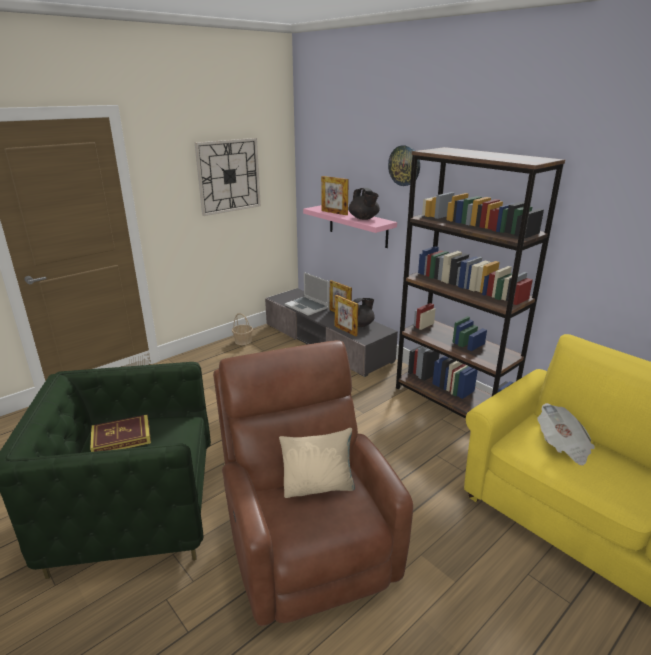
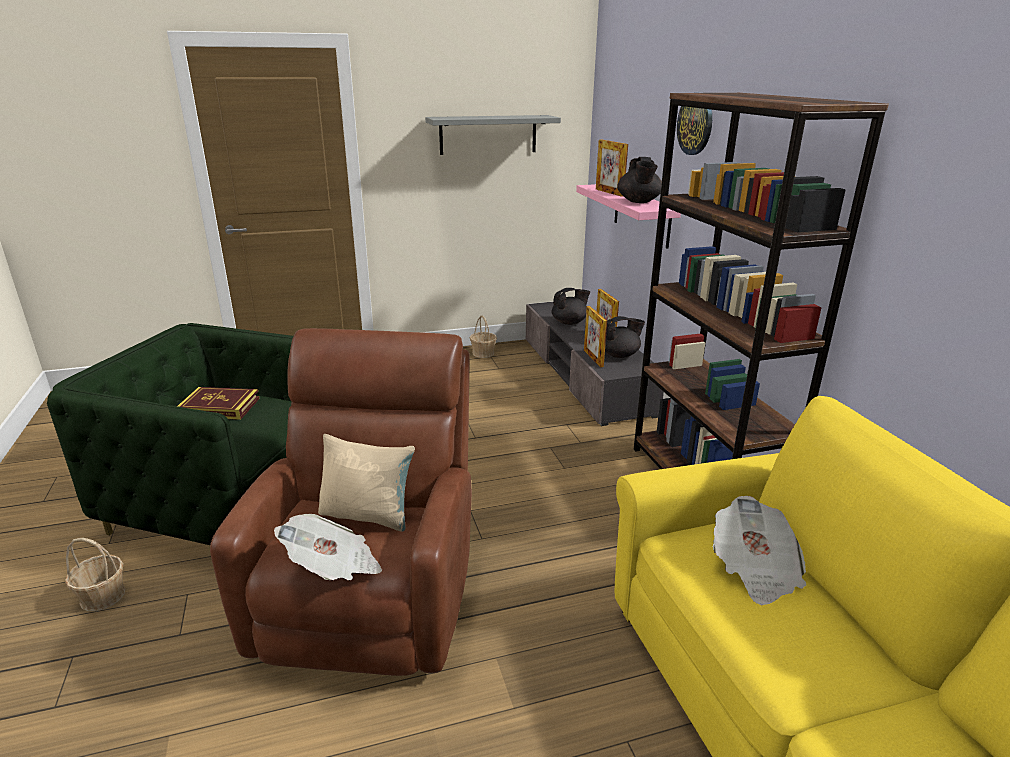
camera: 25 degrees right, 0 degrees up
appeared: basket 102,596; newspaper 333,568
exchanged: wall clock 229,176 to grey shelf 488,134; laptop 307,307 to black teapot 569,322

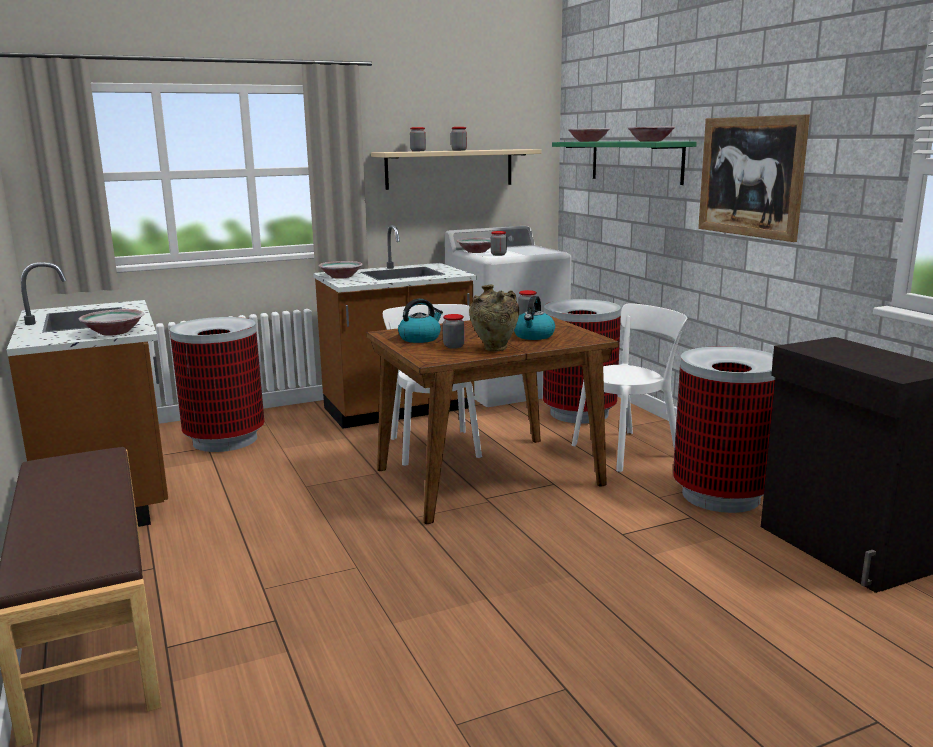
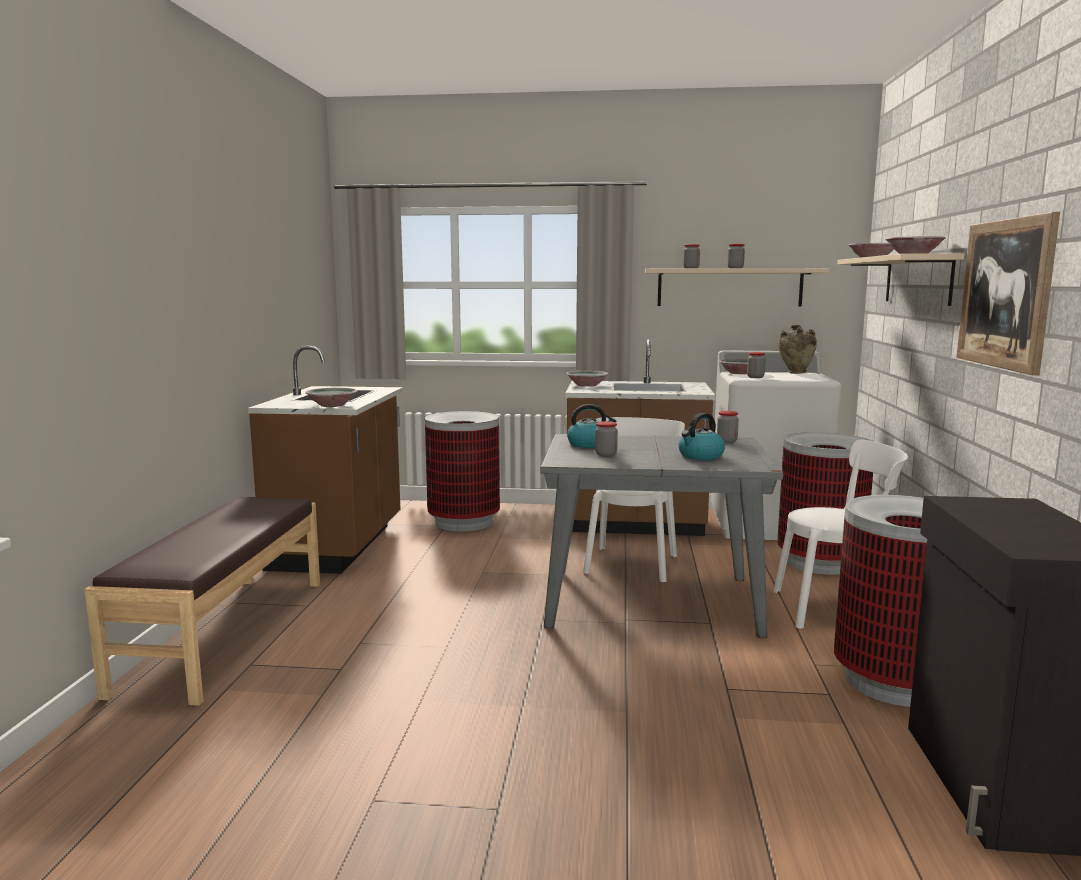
camera: 30 degrees right, 5 degrees down
relocated: beige vase 494,349 to 795,373
colour: brown dining table 490,476 to grey dining table 653,601; green shelf 635,161 to beige shelf 917,280

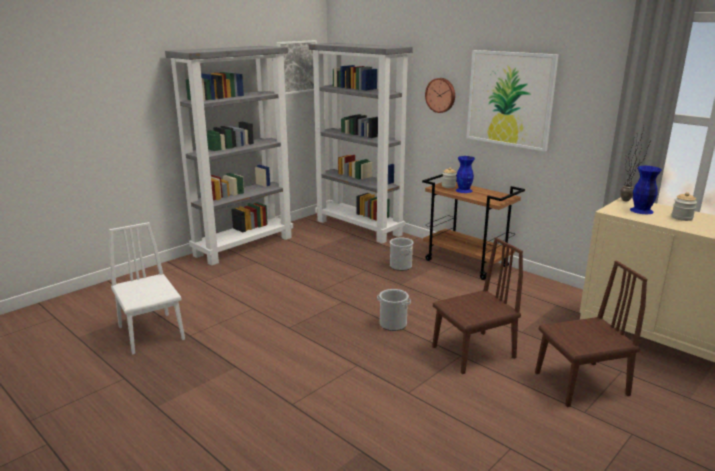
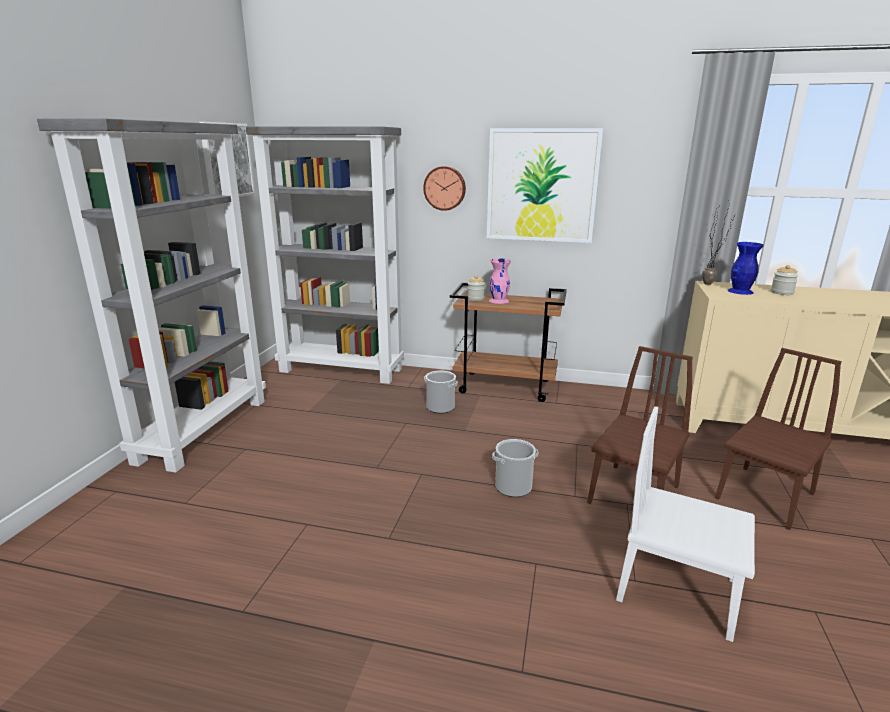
camera: 30 degrees left, 0 degrees up
relocated: white chair 151,333 to 677,590
colour: blue vase 464,190 to pink vase 499,300

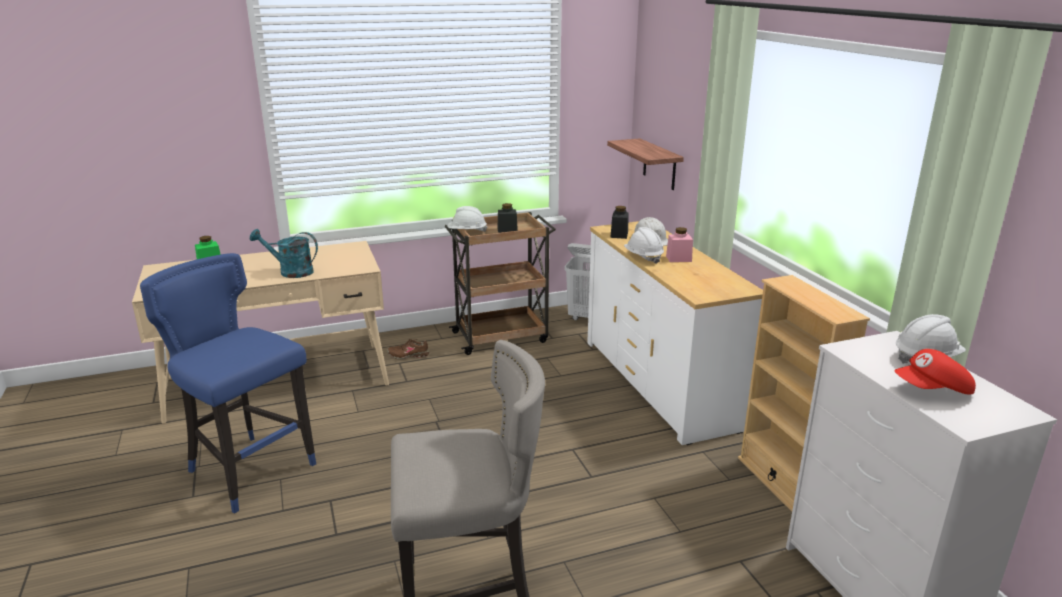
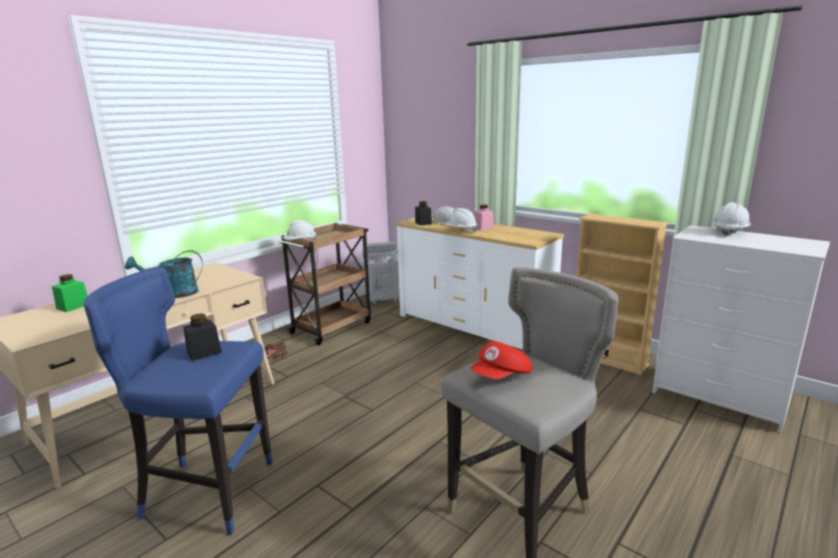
camera: 30 degrees left, 5 degrees down
missing: shelf 659,164
relocated: black jar 507,230 to 204,352; red cap 933,390 to 501,377

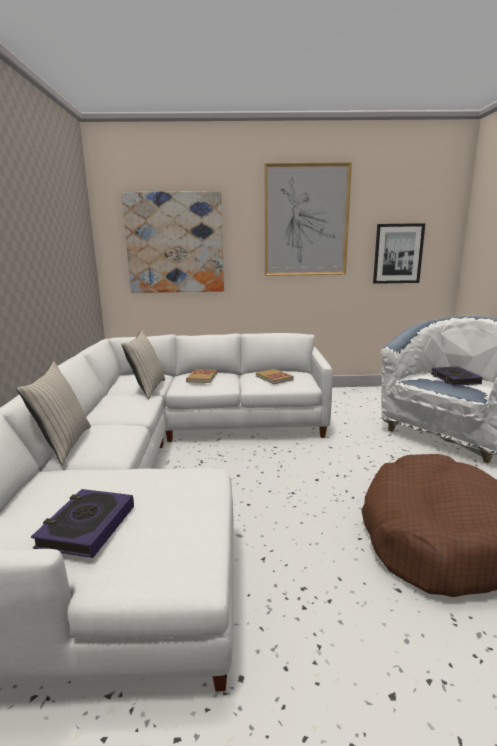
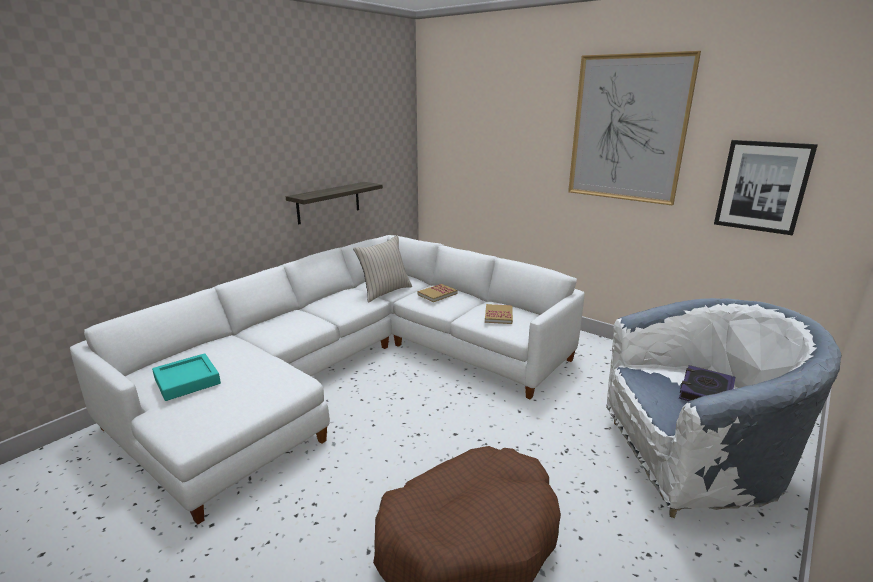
camera: 40 degrees right, 5 degrees up
missing: beige pillow 63,445; picture 175,243
appeared: shelf 328,202
exchanged: book 87,527 to turquoise tray 187,381

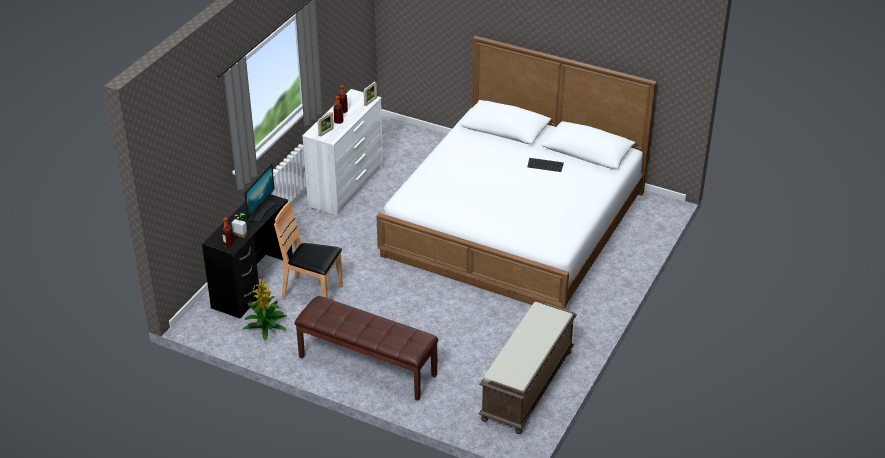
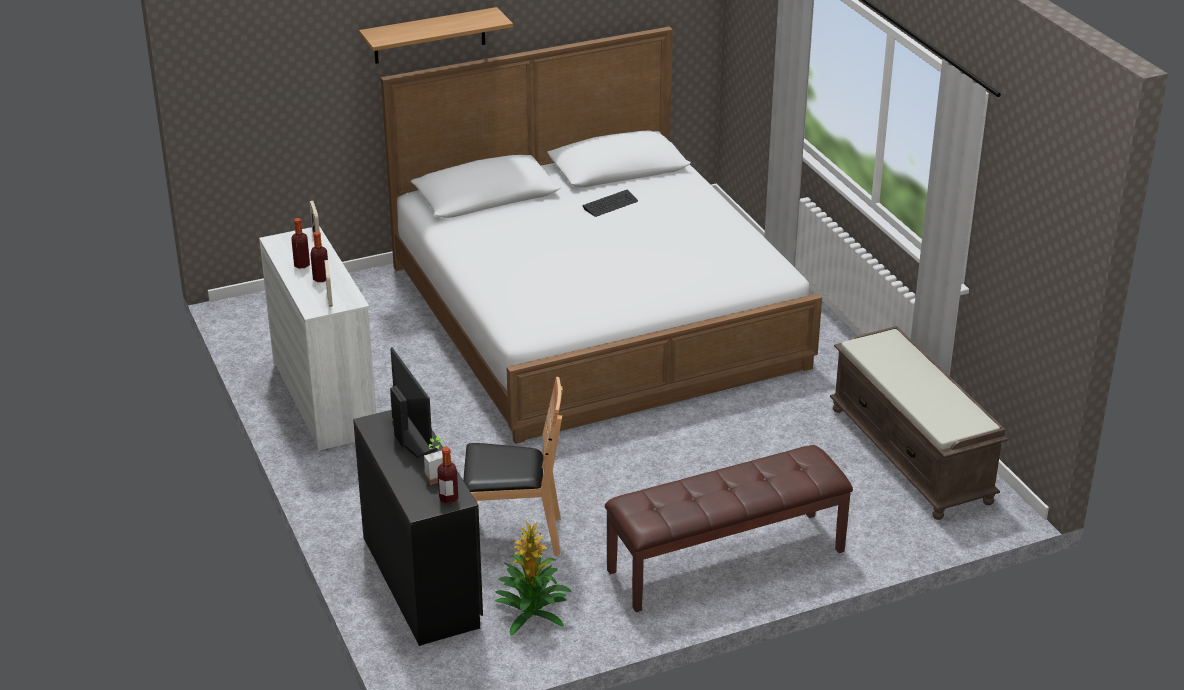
camera: 50 degrees left, 5 degrees down
appeared: shelf 429,36
spun: brown chair 312,293 = 513,536 150 degrees counterclockwise

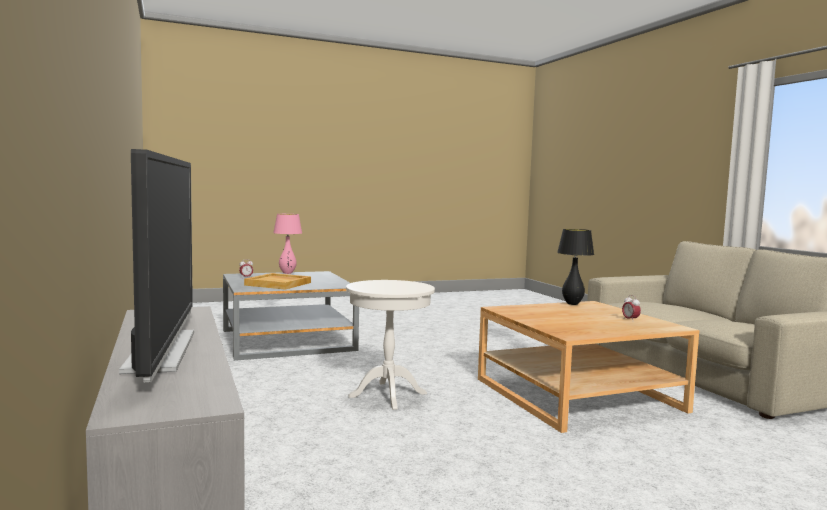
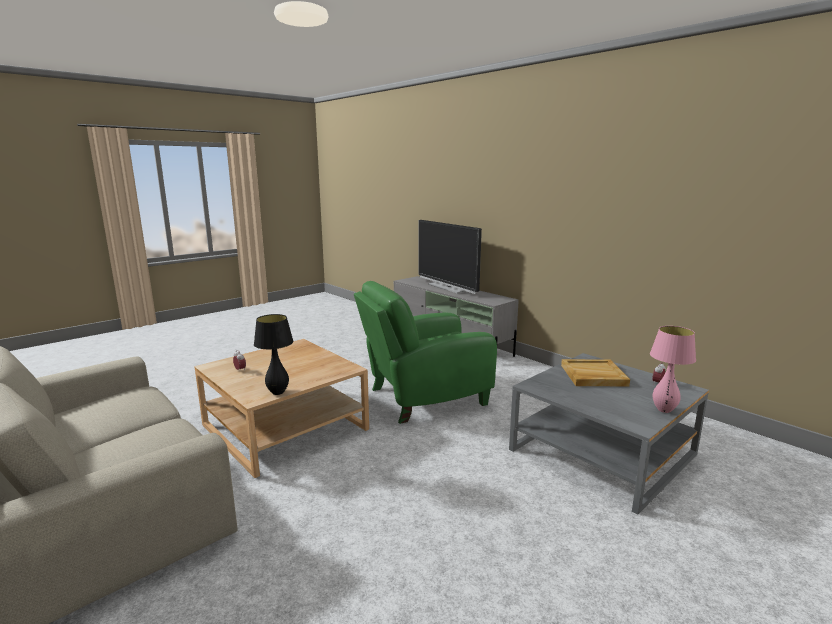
camera: 160 degrees right, 10 degrees up
exchanged: white side table 388,395 to green armchair 423,397

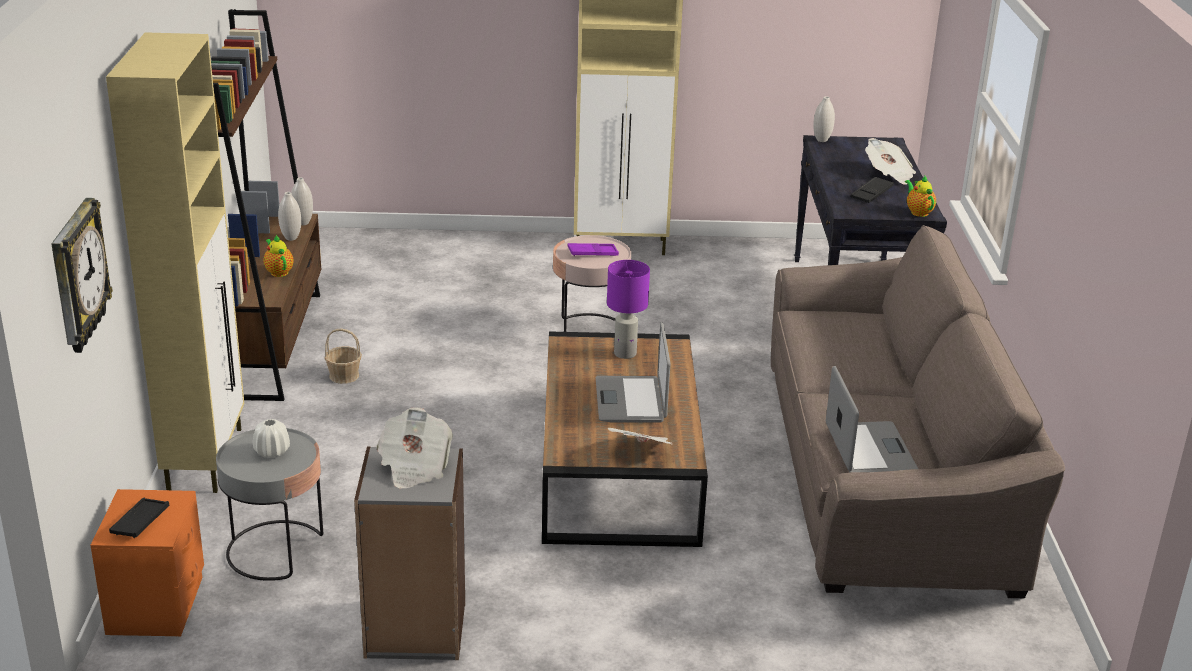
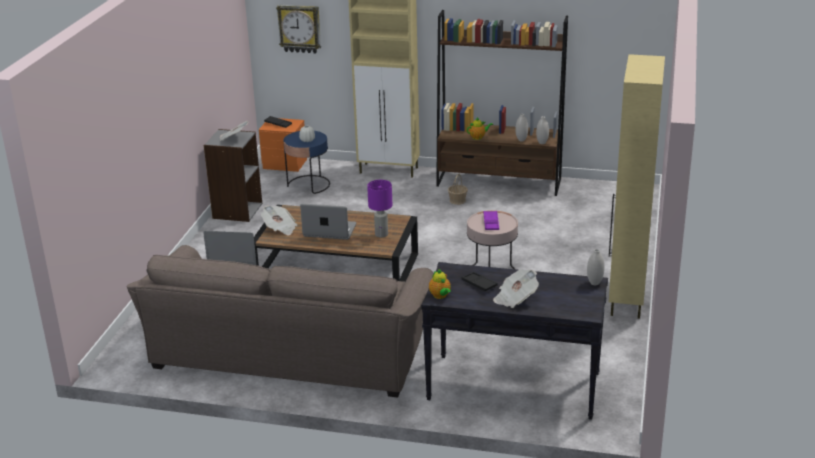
camera: 105 degrees right, 0 degrees up
colour: grey side table 276,550 to blue side table 309,185
spun: teapot 918,212 = 440,296 75 degrees clockwise

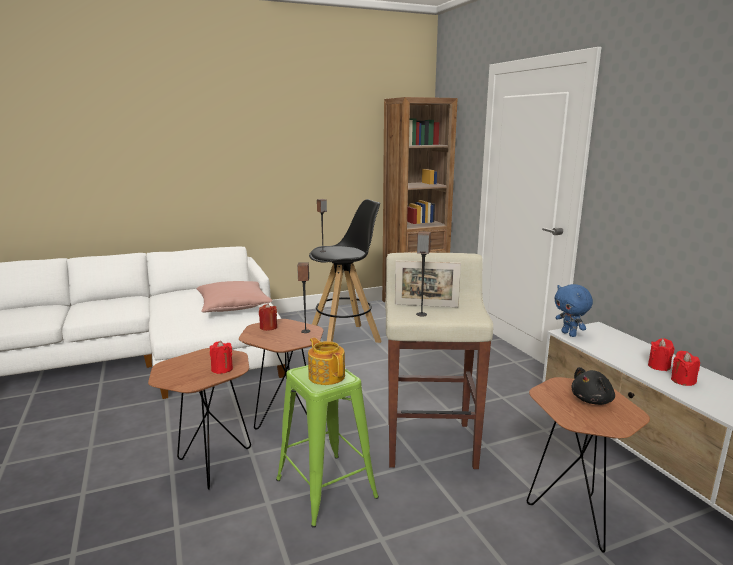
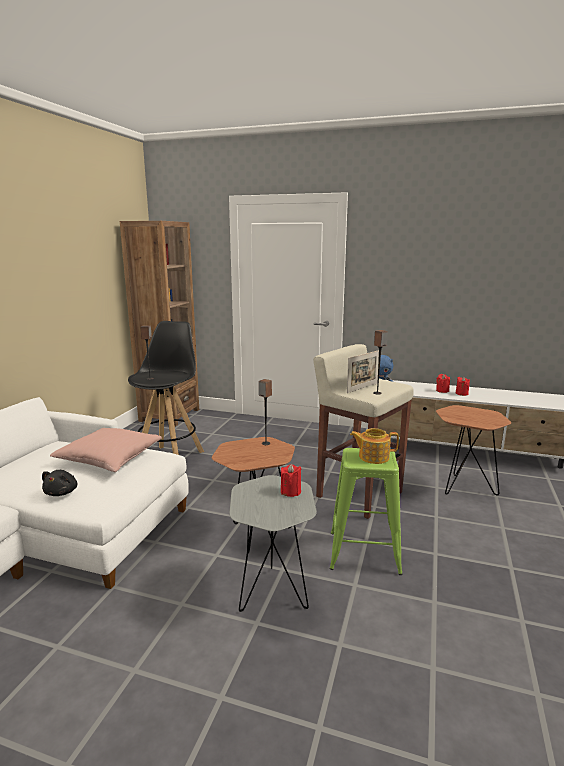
camera: 50 degrees left, 0 degrees up
missing: red candle 268,327
relocated: black plush toy 593,400 to 62,492
colour: brown side table 210,466 to grey side table 272,596

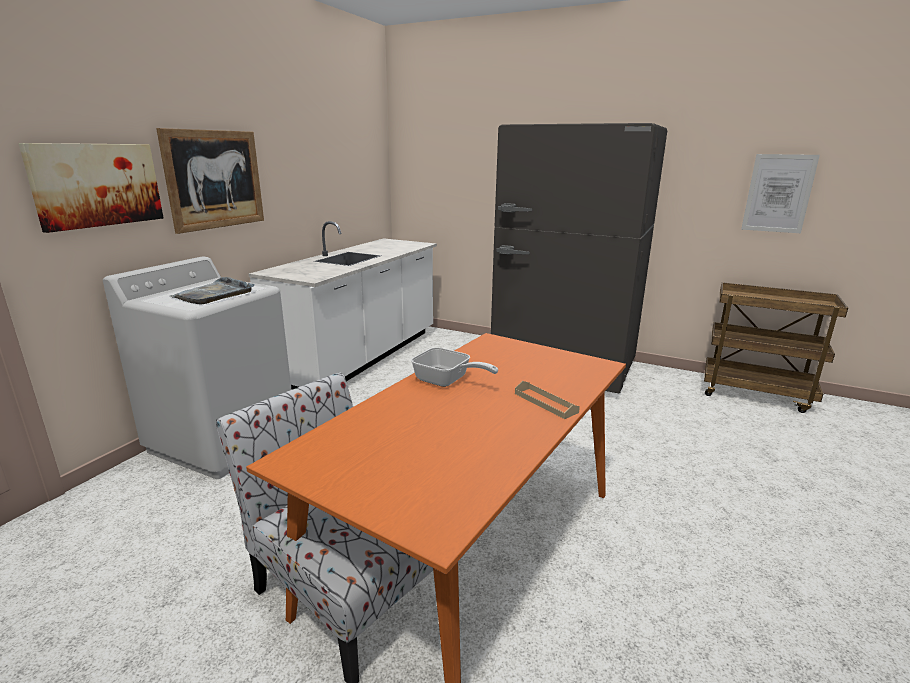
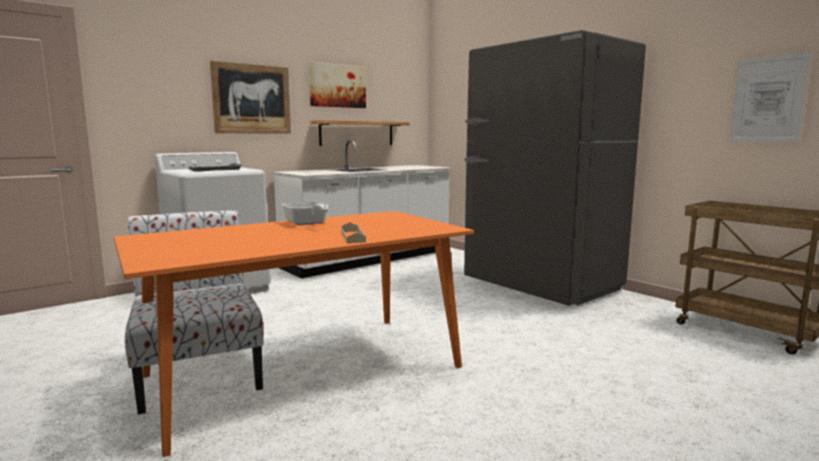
camera: 25 degrees right, 10 degrees down
appeared: shelf 357,133
relocated: picture 97,185 to 337,86

